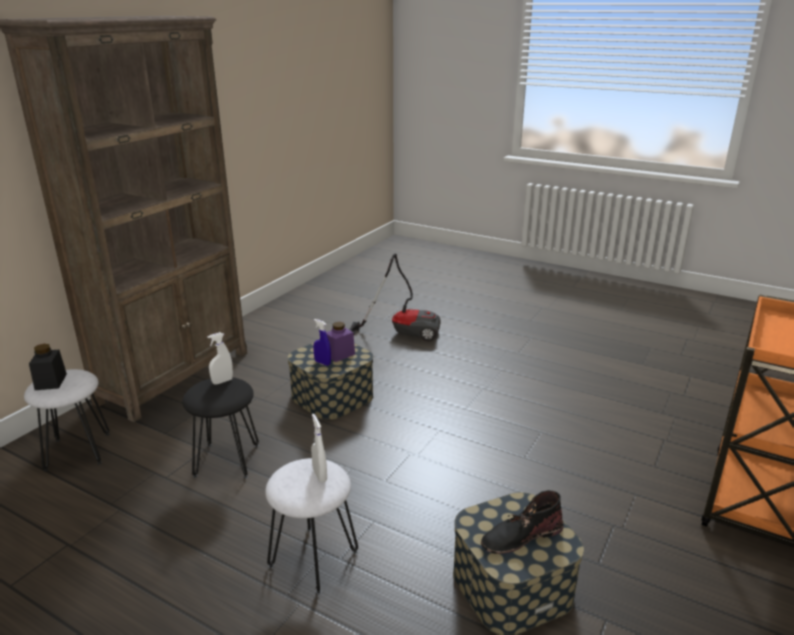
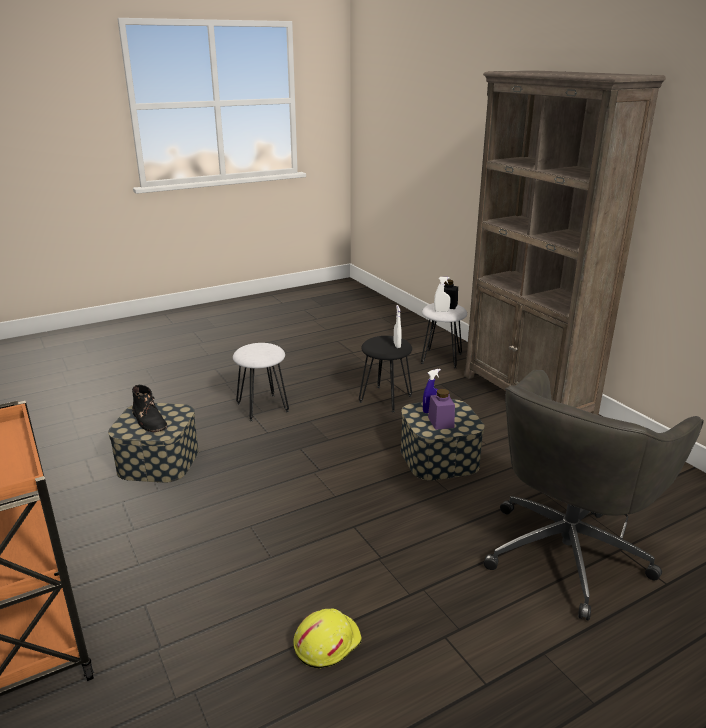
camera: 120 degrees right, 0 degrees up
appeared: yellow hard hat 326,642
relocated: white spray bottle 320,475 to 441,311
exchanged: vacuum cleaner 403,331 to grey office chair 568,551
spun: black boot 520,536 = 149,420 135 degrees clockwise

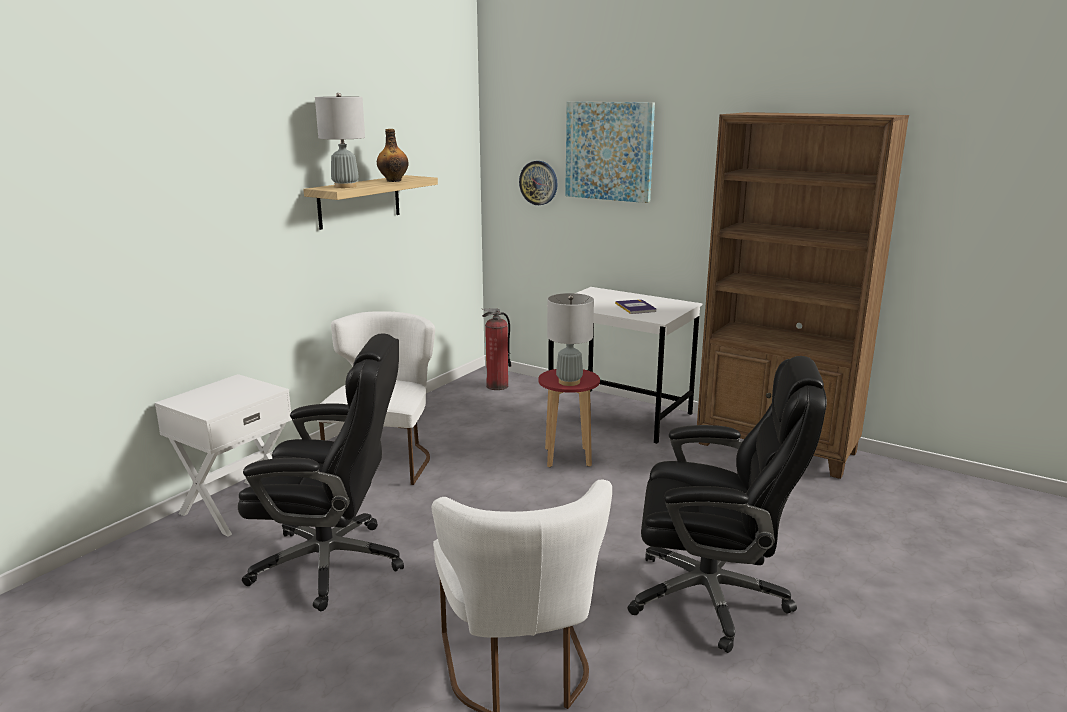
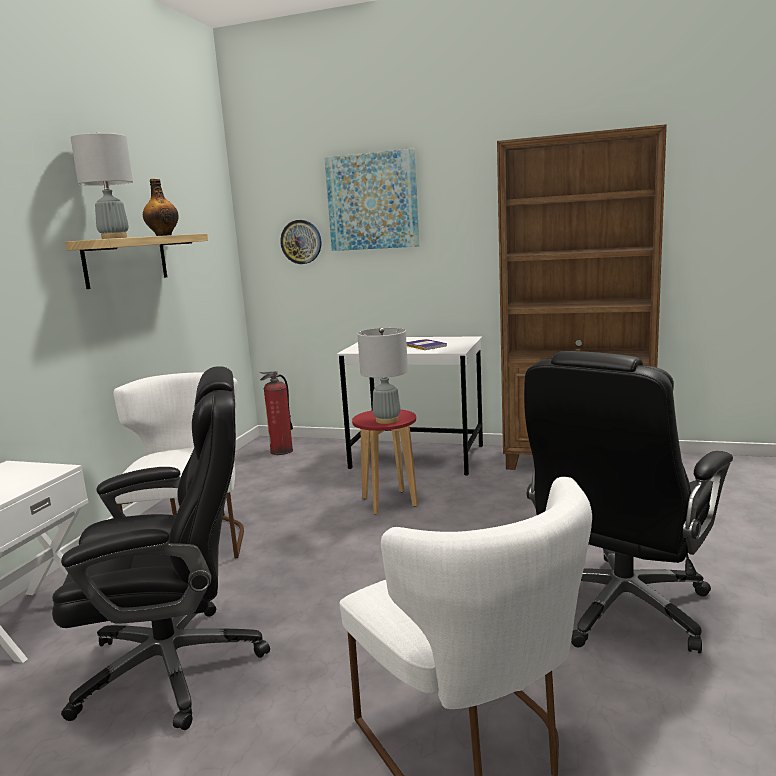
camera: 15 degrees left, 5 degrees down
spun: black office chair 712,597 = 620,607 135 degrees clockwise

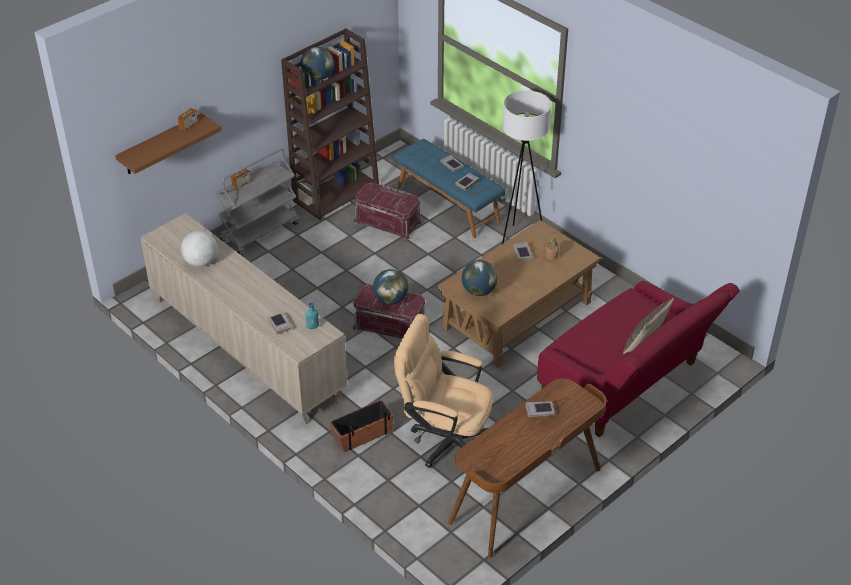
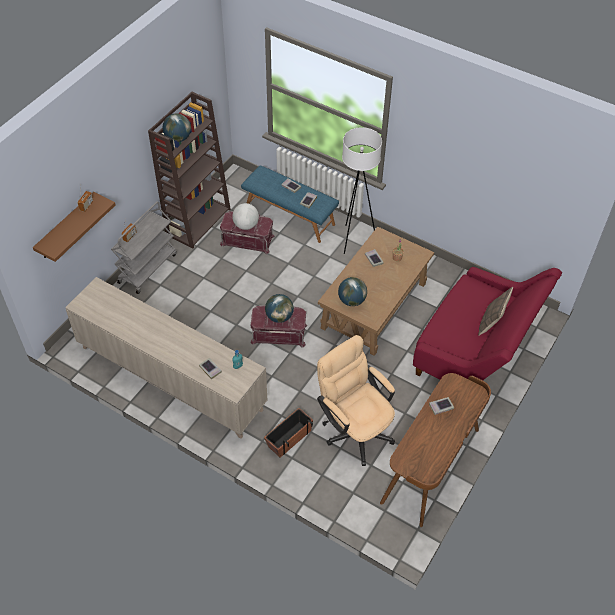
camera: 15 degrees left, 10 degrees up
relocated: globe 201,262 to 246,225
spun: beige office chair 445,439 = 354,428 45 degrees clockwise

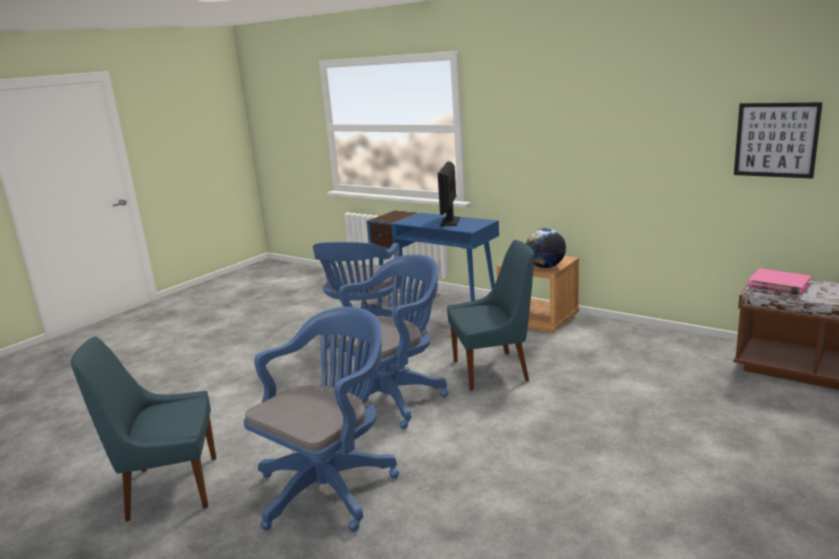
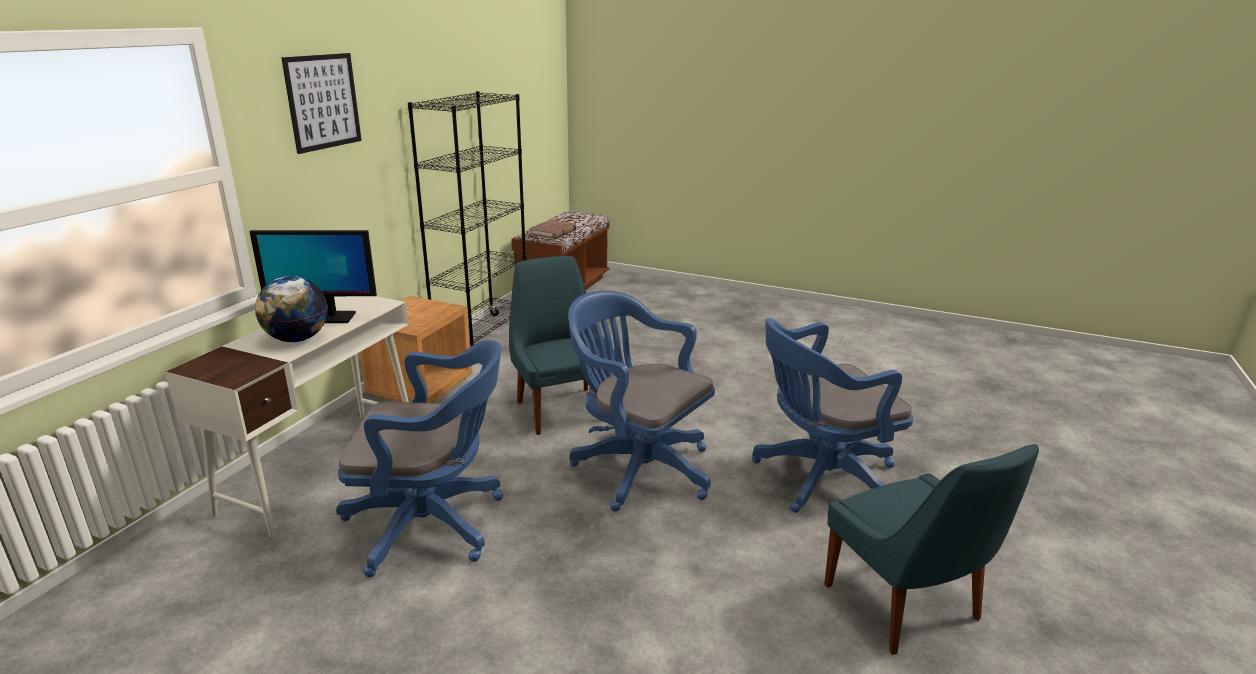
camera: 105 degrees left, 5 degrees up
appeared: black bookcase 483,336
relocated: globe 545,267 to 297,339; picture 776,140 to 323,102
colour: blue desk 437,305 to white desk 324,468; pink book 778,285 to brown book 553,232
spun: blue office chair 331,486 = 819,478 45 degrees counterclockwise

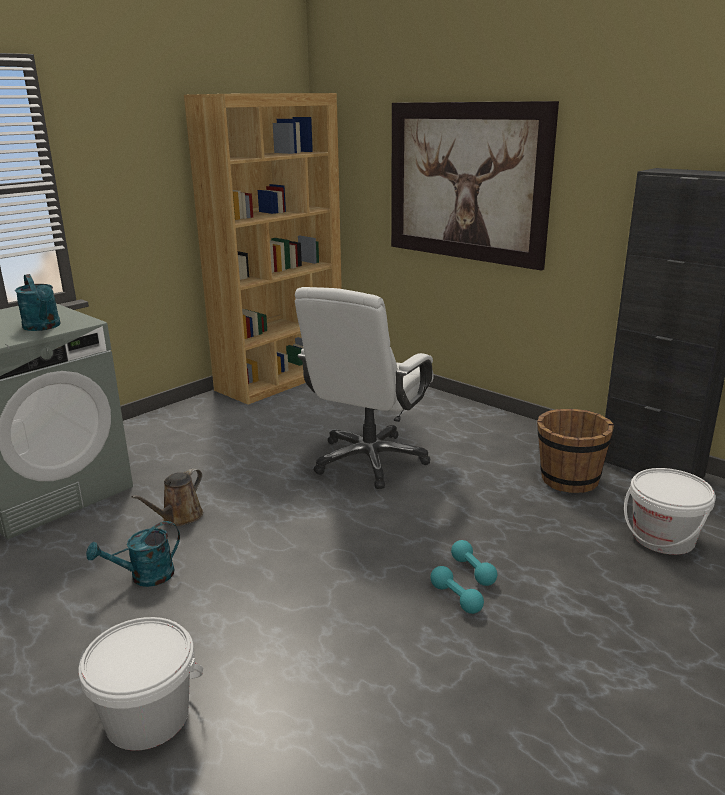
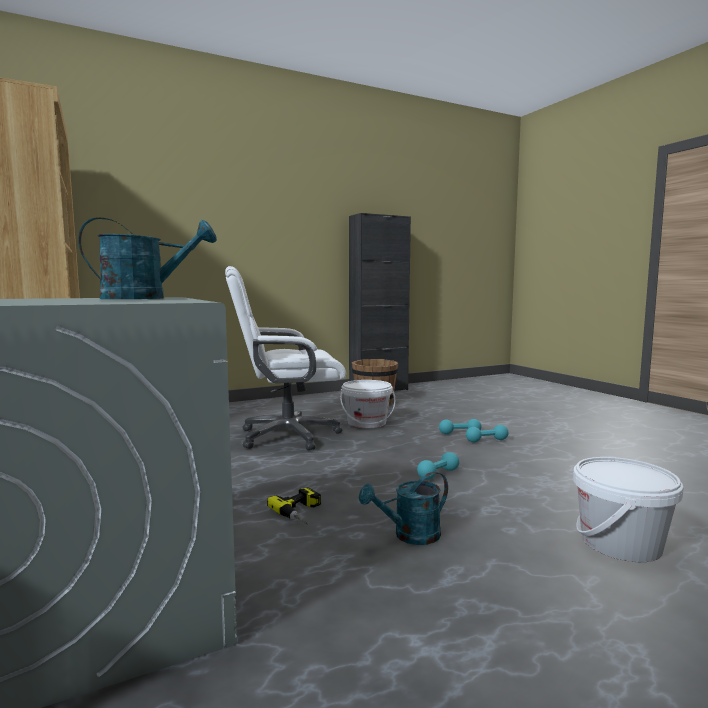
camera: 70 degrees left, 15 degrees down
missing: picture 466,182
appeared: turquoise dumbbell 438,474
relocated: white bucket 663,538 to 366,423
exchanged: brown watering can 179,517 to power drill 302,512
spun: white office chair 369,461 = 287,436 120 degrees clockwise; turquoise watering can 145,577 = 410,536 75 degrees clockwise

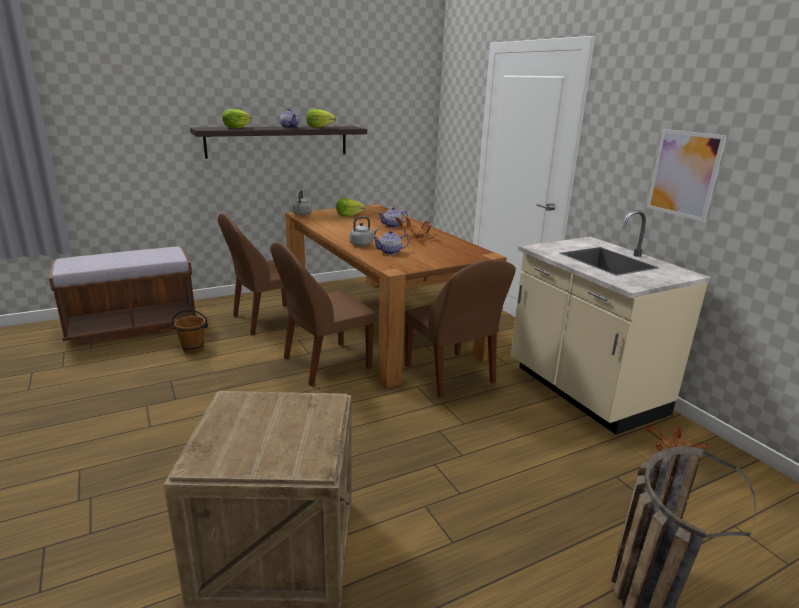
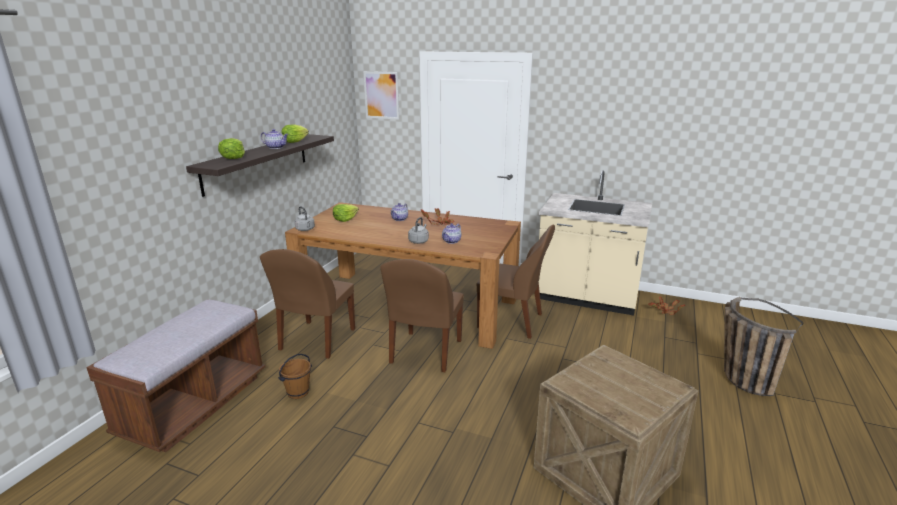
camera: 40 degrees left, 0 degrees up
relocated: picture 684,174 to 381,95

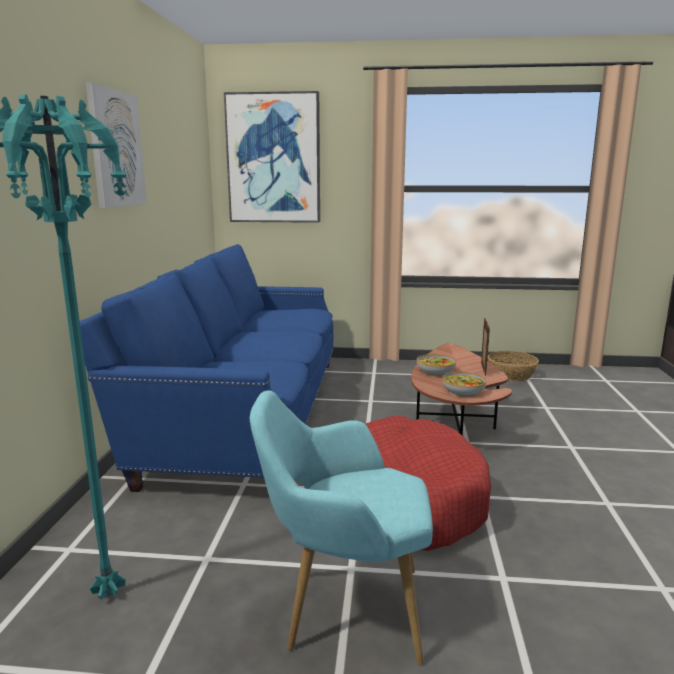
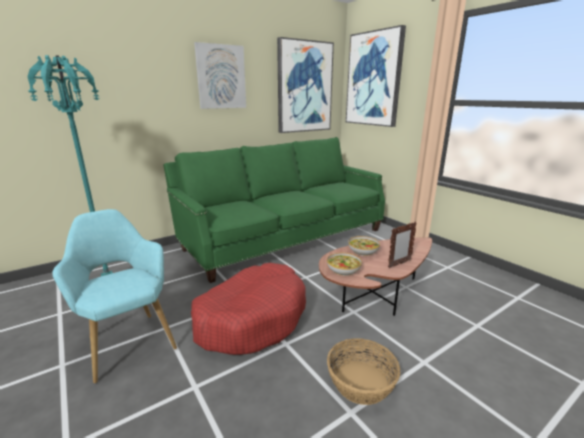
camera: 50 degrees right, 5 degrees up
appeared: picture 304,87
relocated: basket 511,375 to 361,383
colour: blue sofa 245,412 to green sofa 284,237

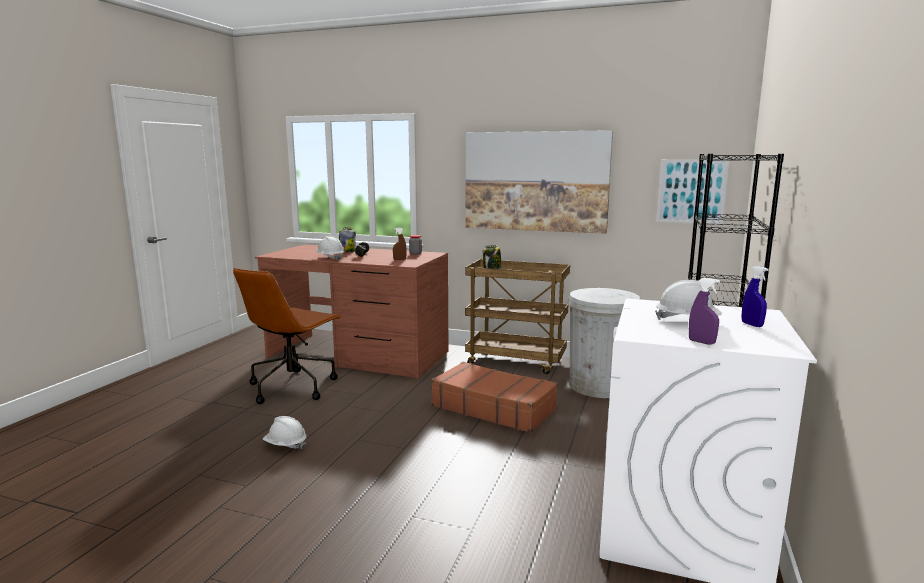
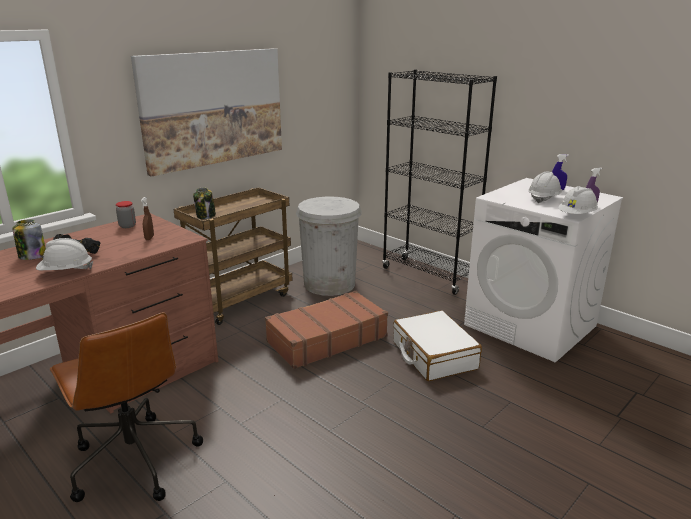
camera: 65 degrees left, 10 degrees up
missing: picture 691,191
appeared: white suitcase 433,355
relocated: white hard hat 285,445 to 576,215

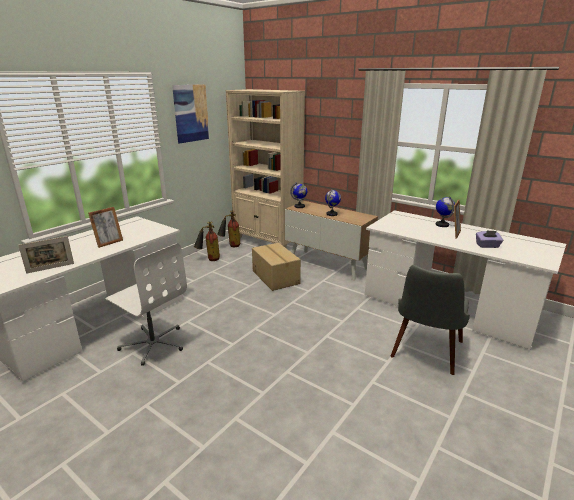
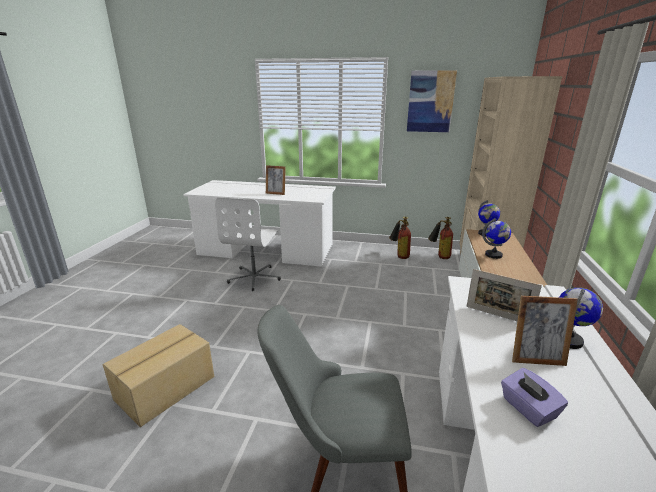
camera: 65 degrees right, 0 degrees up
relocated: cardboard box 276,277 to 166,388; picture frame 50,268 to 497,315

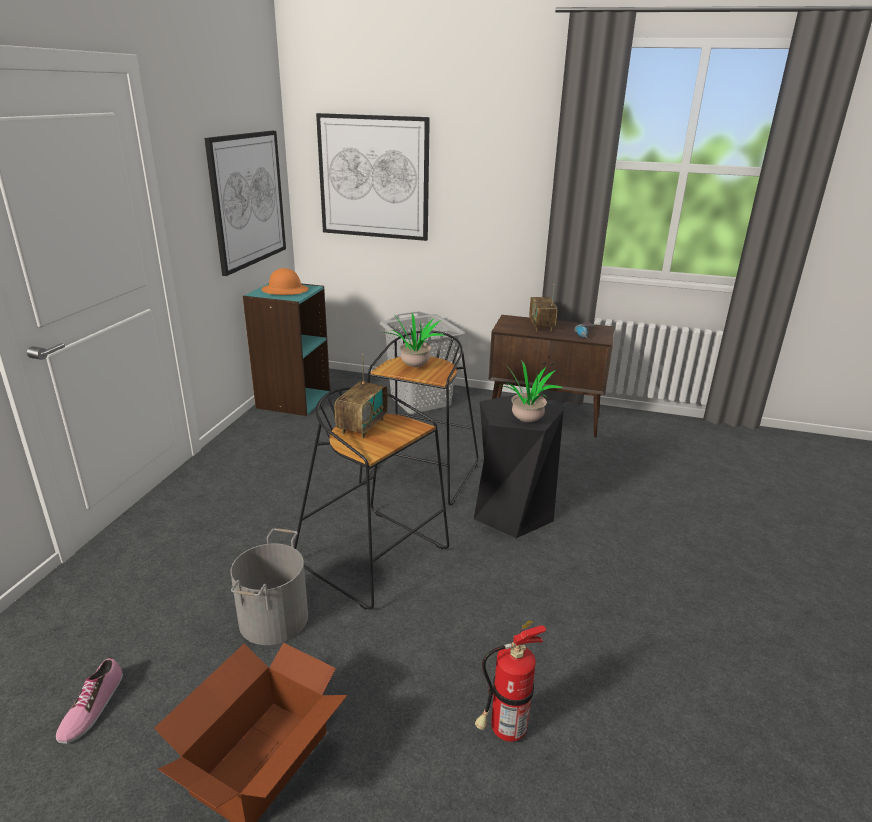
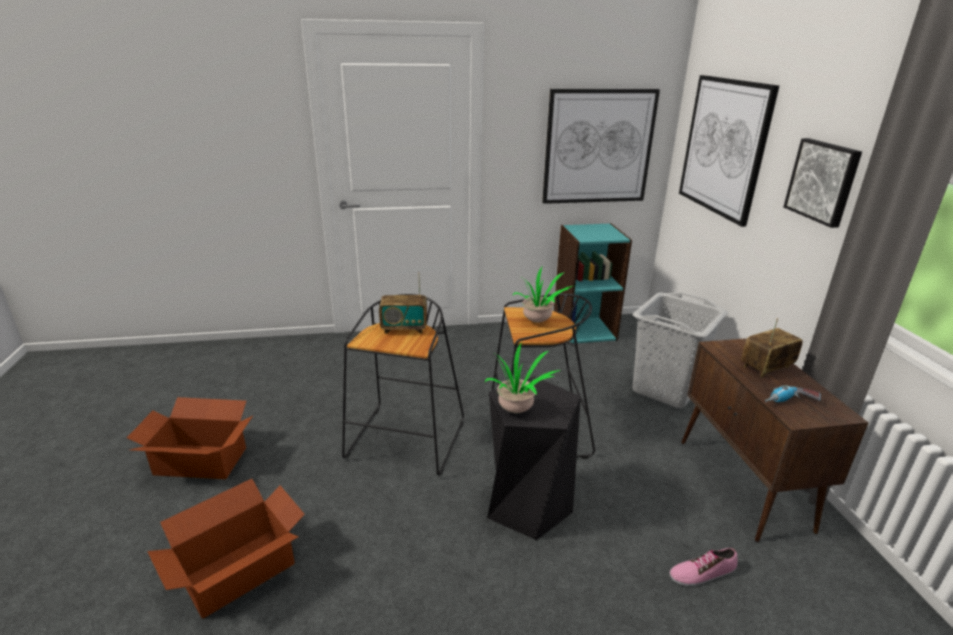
camera: 65 degrees right, 0 degrees up
missing: grey bucket 272,619; orange hard hat 285,290
appeared: picture 823,181
relocated: shoe 91,707 to 702,572
exchanged: fire extinguisher 504,731 to cardboard box 240,571

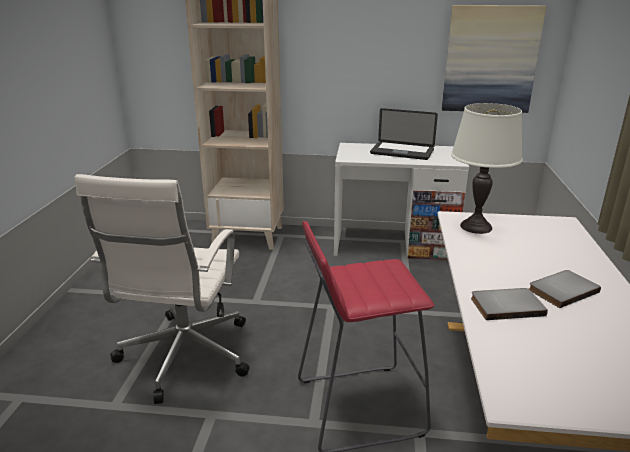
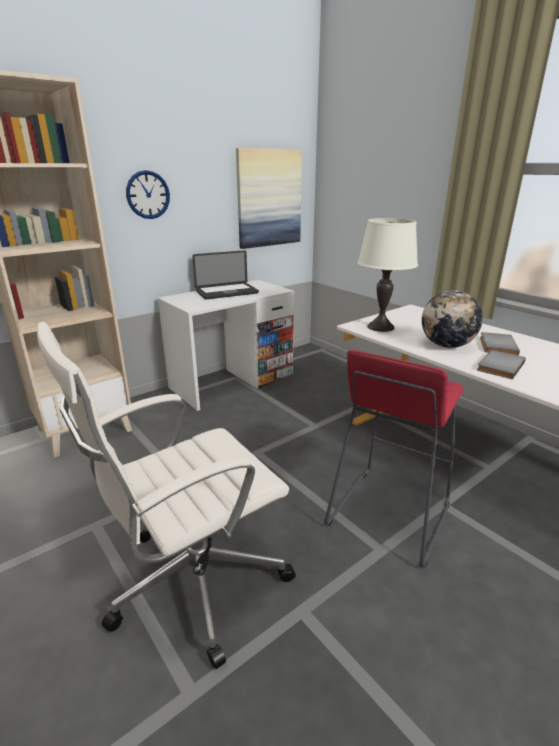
camera: 45 degrees left, 0 degrees up
appeared: wall clock 148,195; globe 447,346
spun: white office chair 184,357 = 193,581 90 degrees clockwise

